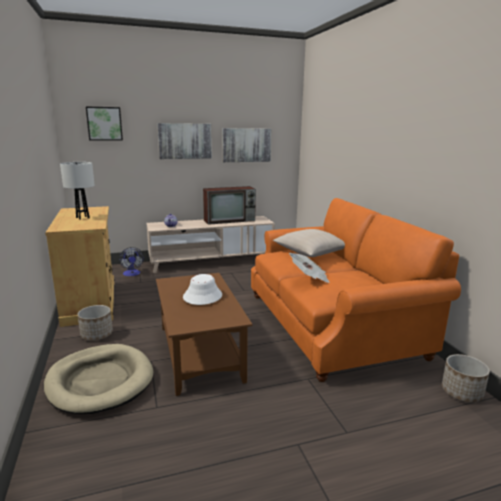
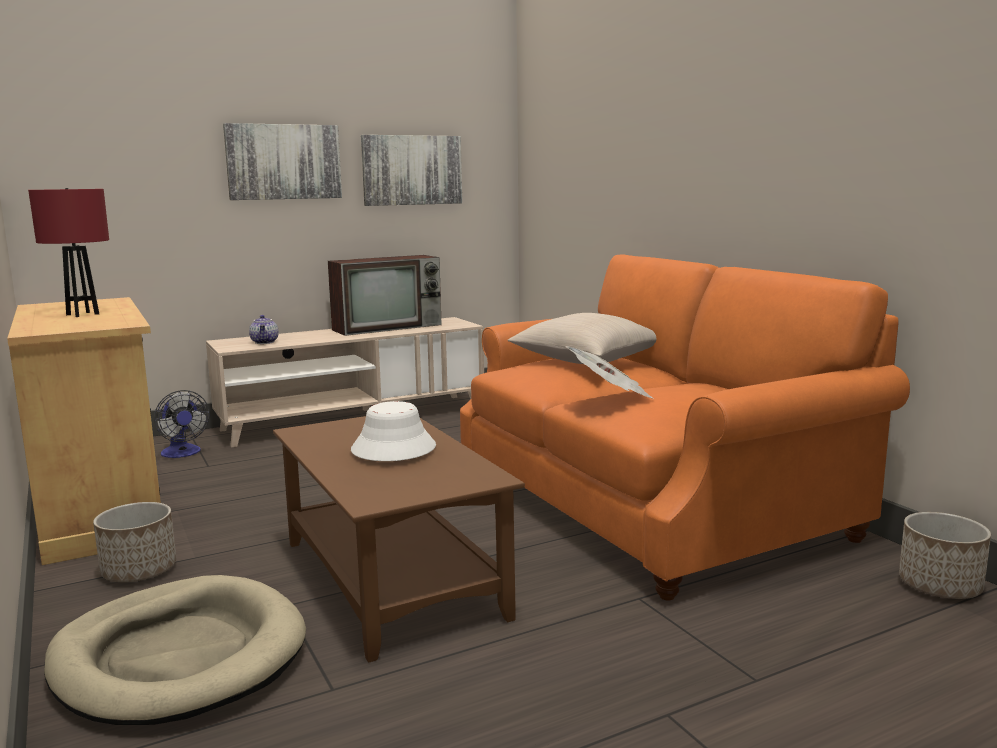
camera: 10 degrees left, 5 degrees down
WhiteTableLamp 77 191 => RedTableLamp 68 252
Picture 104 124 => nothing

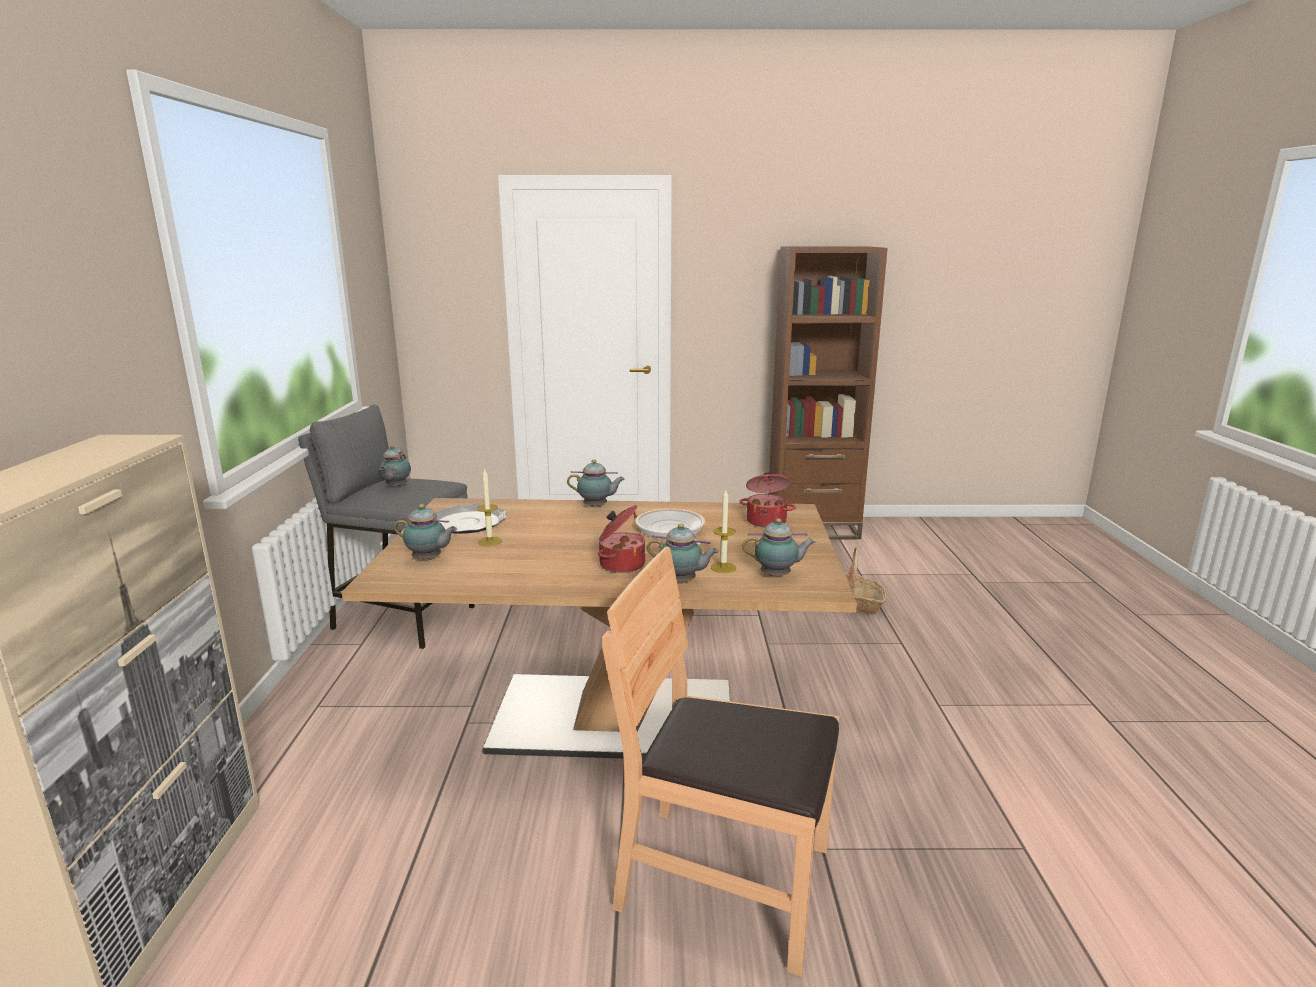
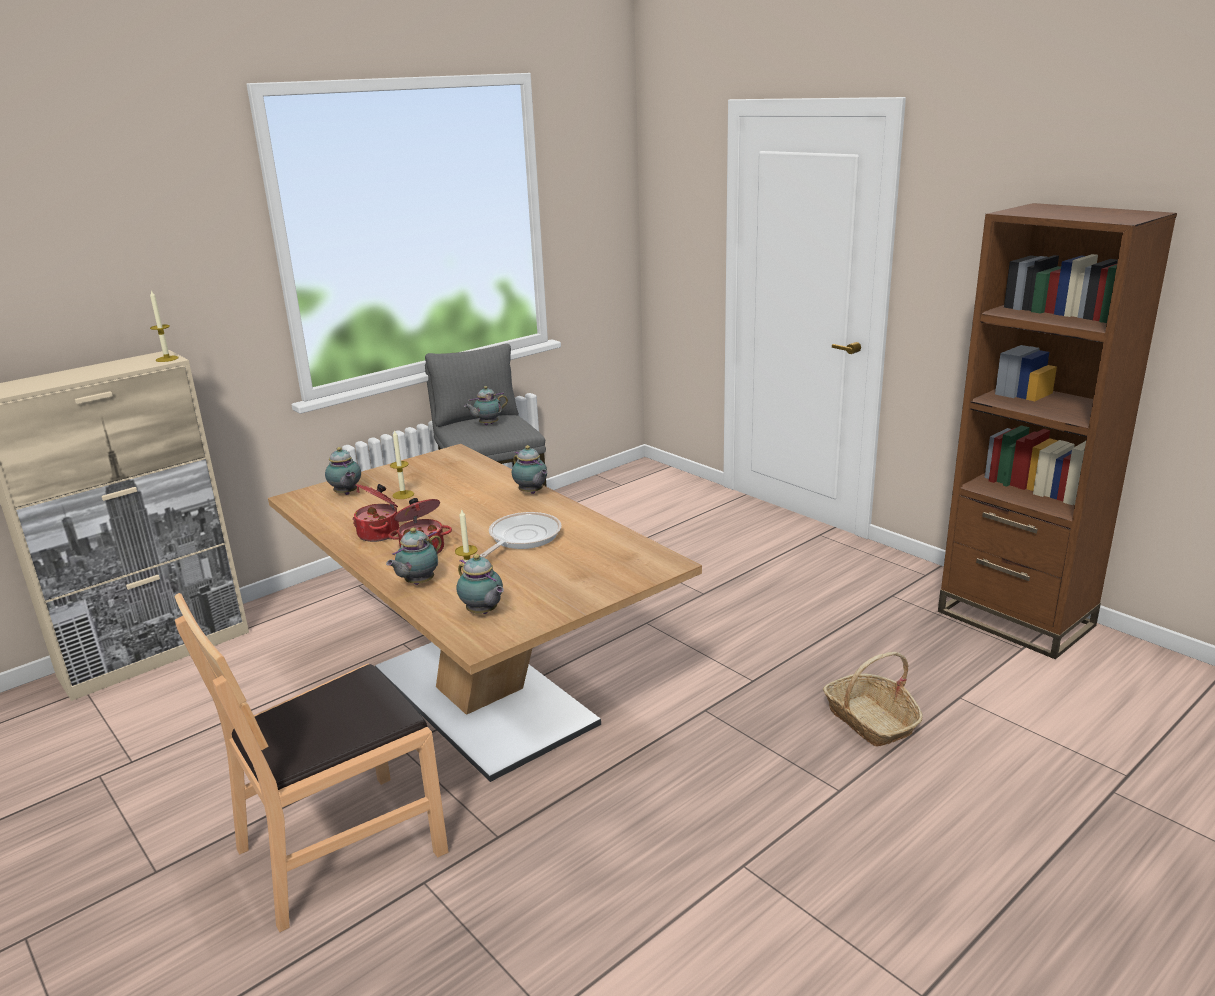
camera: 50 degrees right, 5 degrees up
Plate 471 519 => nothing
BrownChair 720 762 => BrownChair 312 762, 105 degrees counterclockwise
Teapot 683 553 => Teapot 414 556, 60 degrees clockwise
CookingPot 768 500 => CookingPot 375 513, move
nothing => Candle 164 326

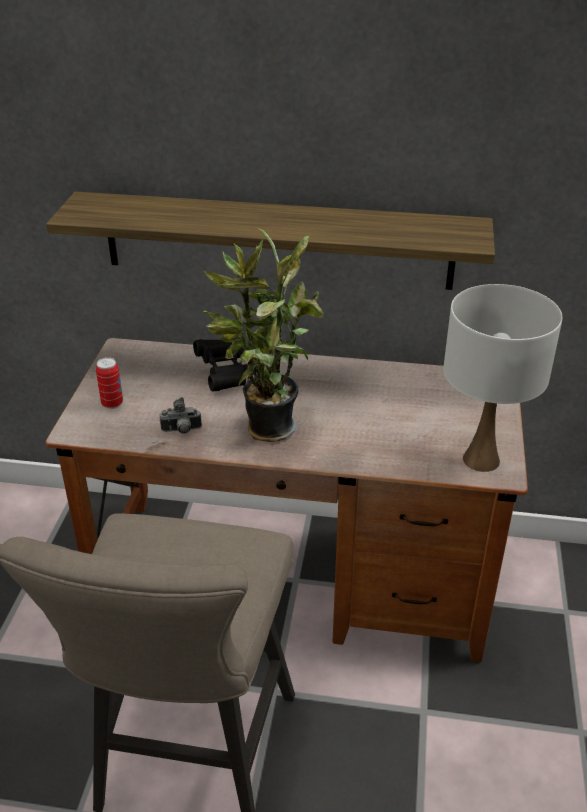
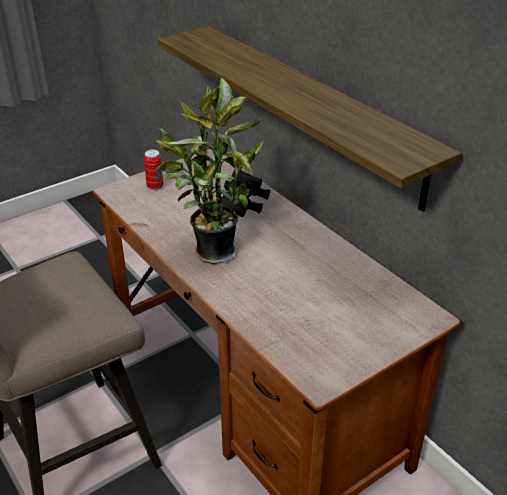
camera: 45 degrees right, 0 degrees up
PhotoCamera 180 415 => nothing
WhiteTableLamp 502 378 => nothing

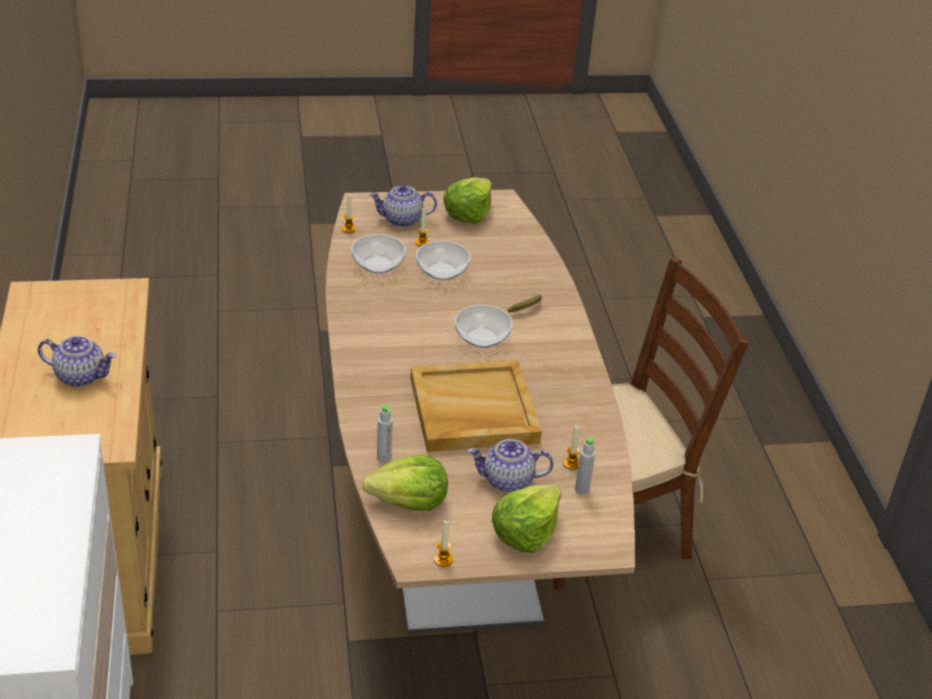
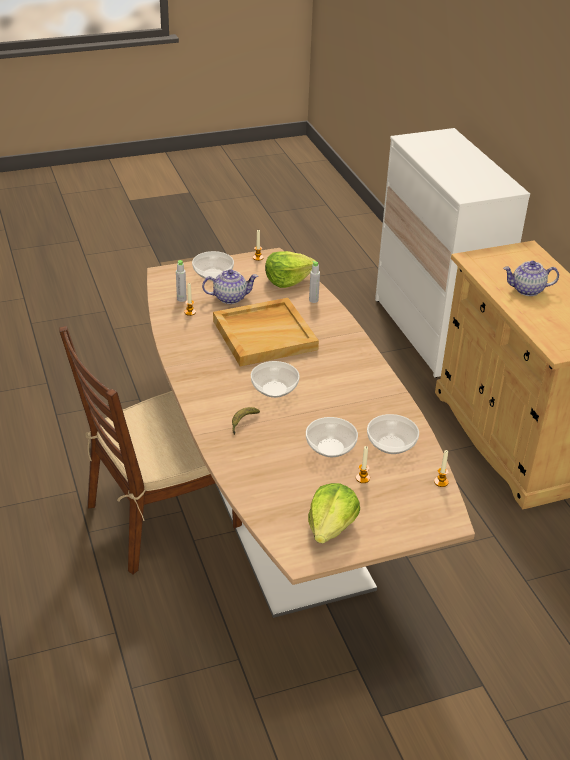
camera: 170 degrees right, 0 degrees up
Teapot 403 206 => nothing
Lettuce 526 519 => Bowl 213 266

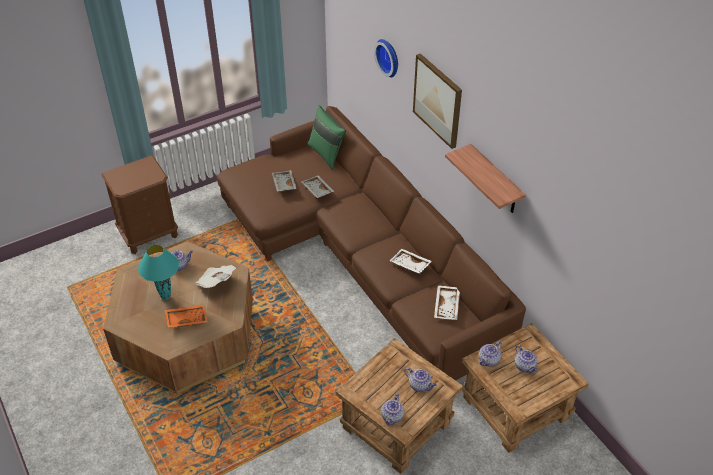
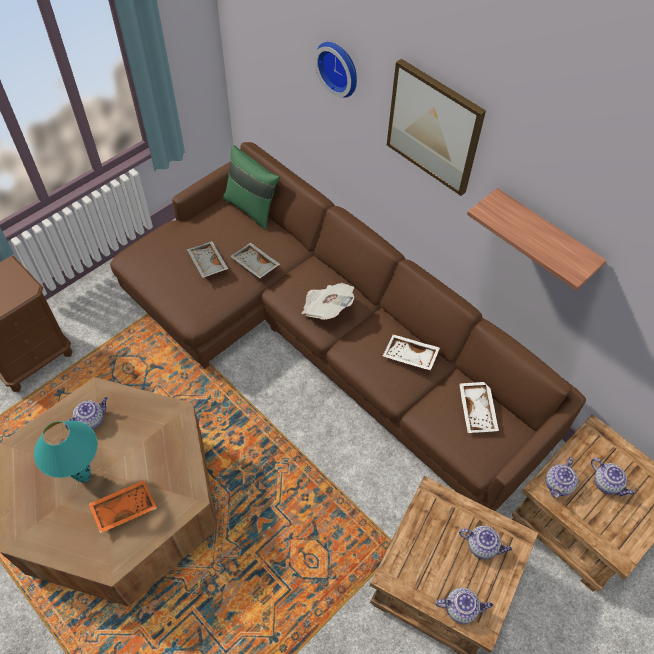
camera: 15 degrees left, 10 degrees up
Newspaper 215 276 => Newspaper 328 301, move
Teapot 392 409 => Teapot 464 606, 90 degrees counterclockwise

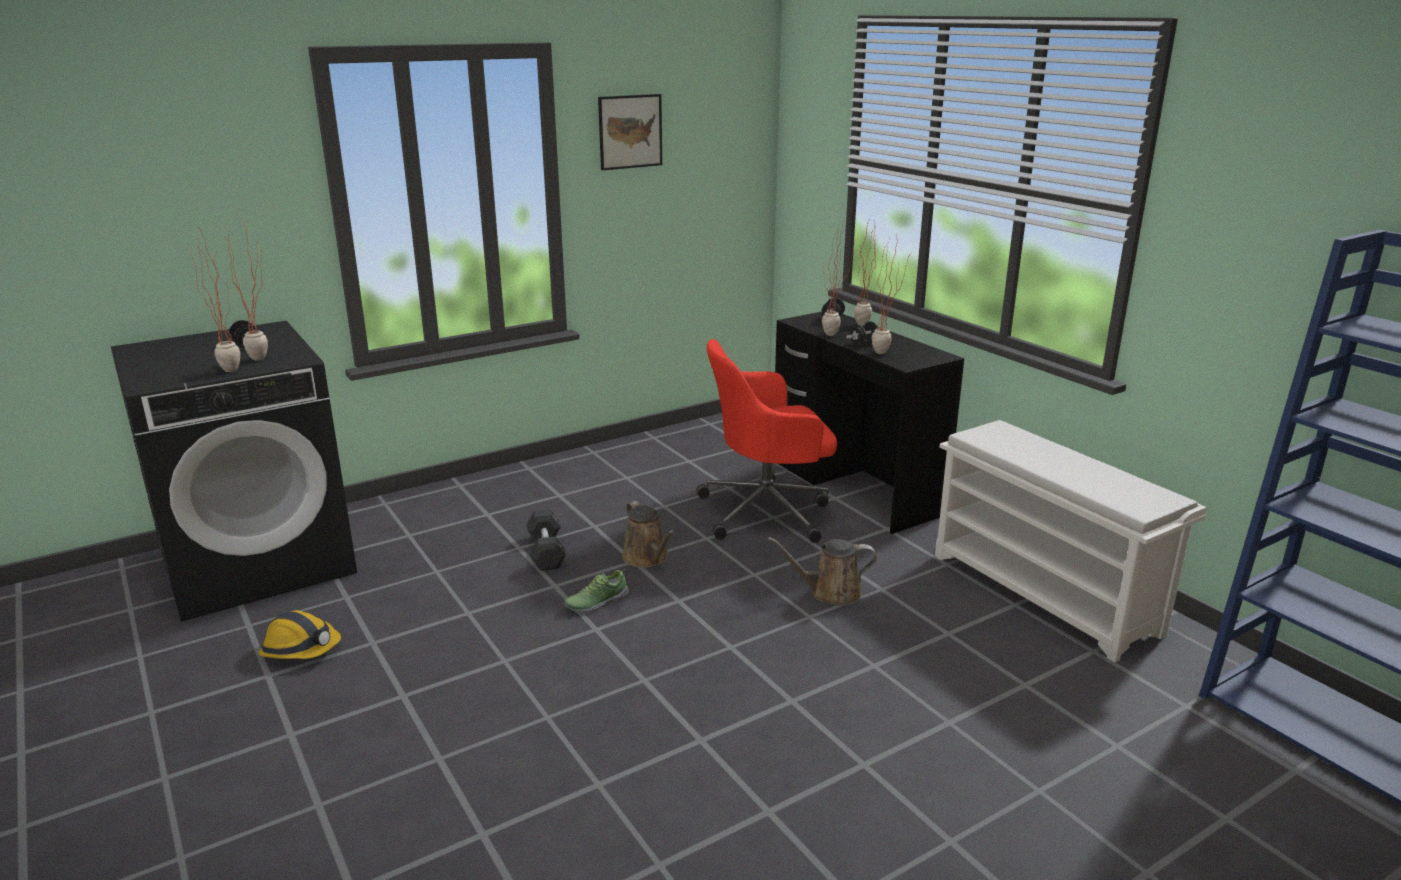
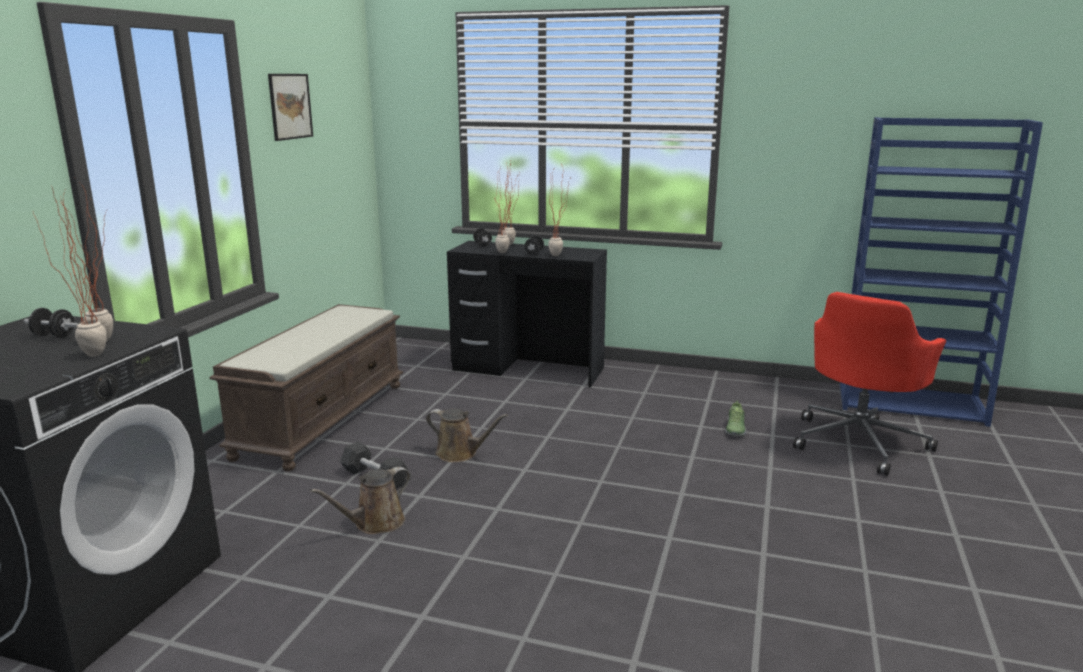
camera: 40 degrees left, 5 degrees down
HardHat 300 634 => nothing
Shoe 596 591 => Shoe 735 418, move
RedOfficeChair 767 441 => RedOfficeChair 869 384, move
BrownWateringCan 822 571 => BrownWateringCan 360 500, move
WhiteShoeRack 1071 541 => nothing
nothing => BrownBench 306 387

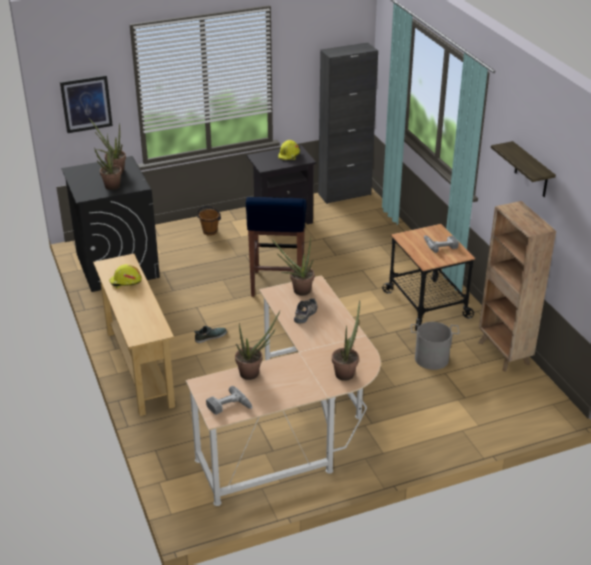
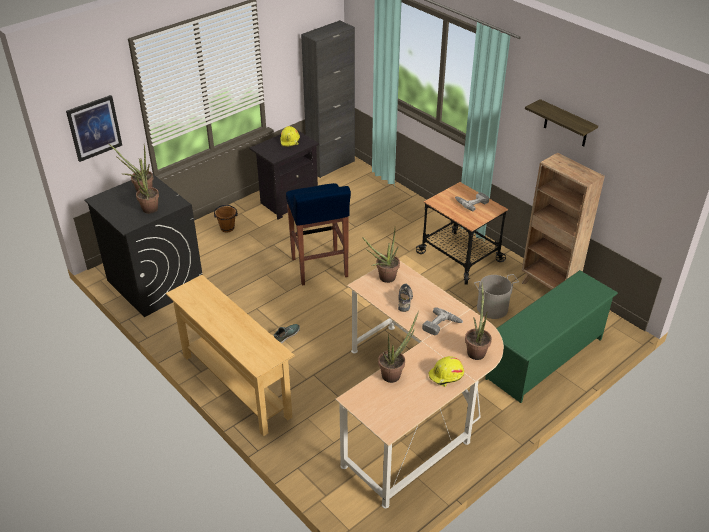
camera: 20 degrees left, 5 degrees up
YellowHardHat 125 276 => YellowHardHat 446 371, move
PowerDrill 229 400 => PowerDrill 442 321, move
nothing => GreenShoeRack 551 336

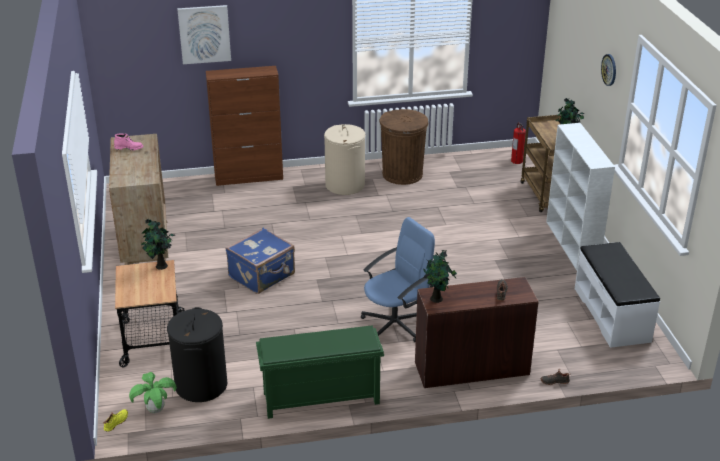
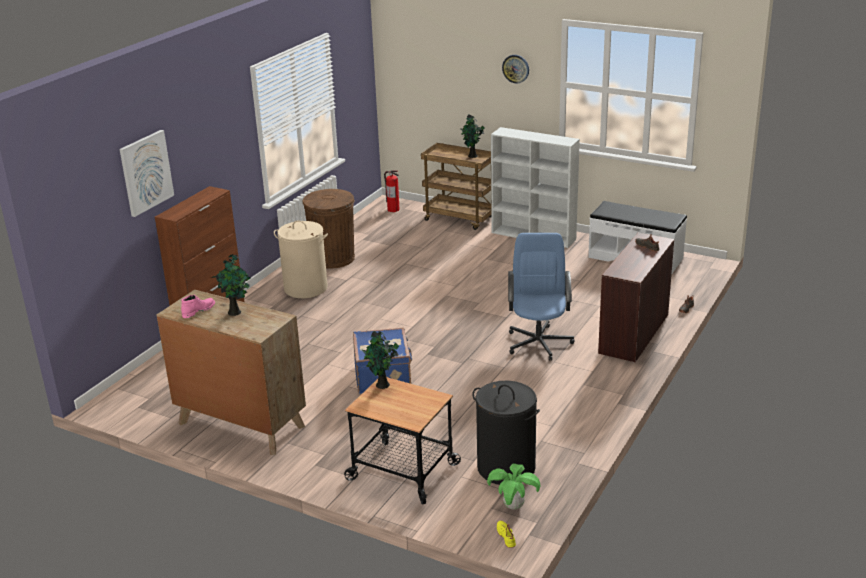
camera: 50 degrees left, 5 degrees down
GreenShoeRack 320 372 => nothing
PottedPlant 440 276 => PottedPlant 231 285, move

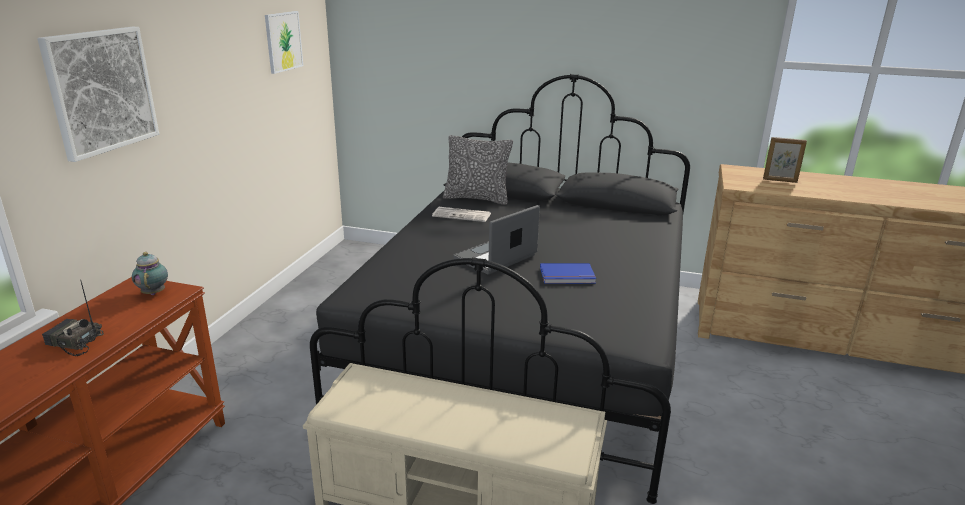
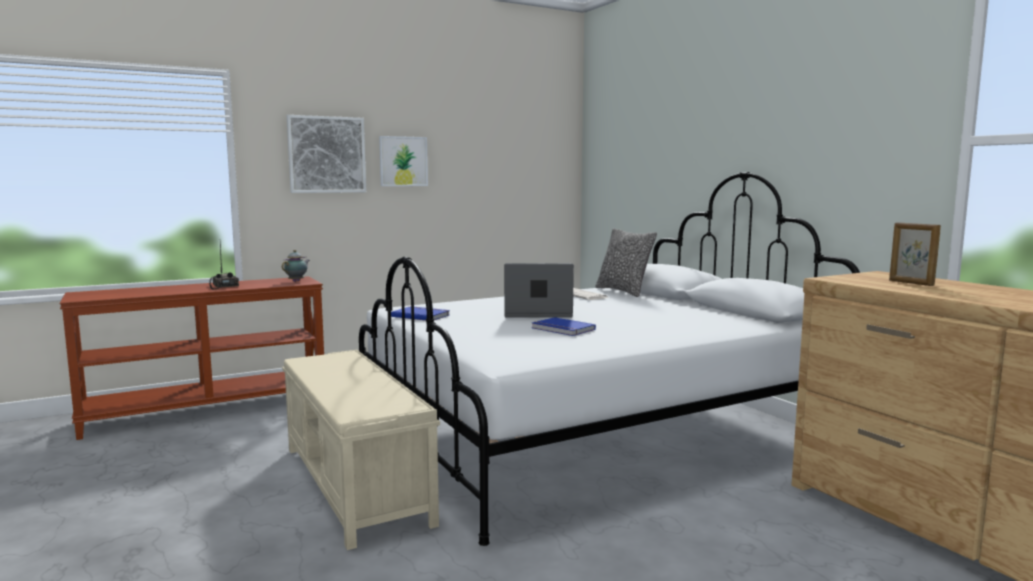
camera: 45 degrees right, 15 degrees down
Picture 284 42 => Picture 403 161, move
BlackBed 500 289 => WhiteBed 609 359
nothing => BlueBook 420 313

